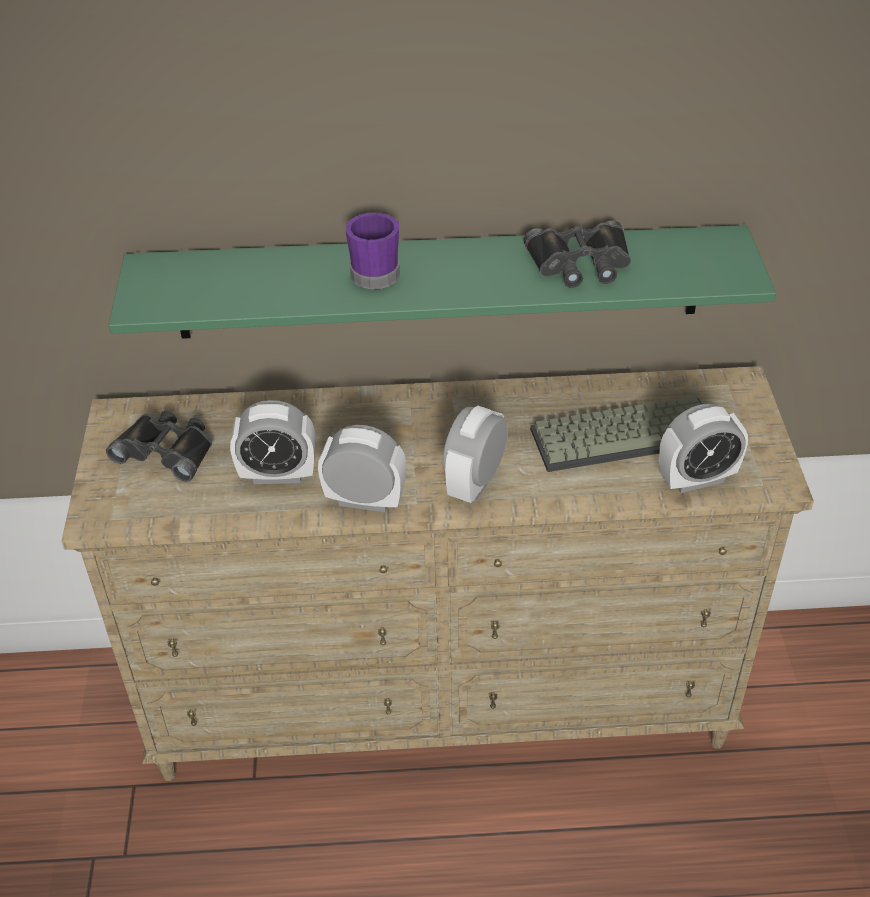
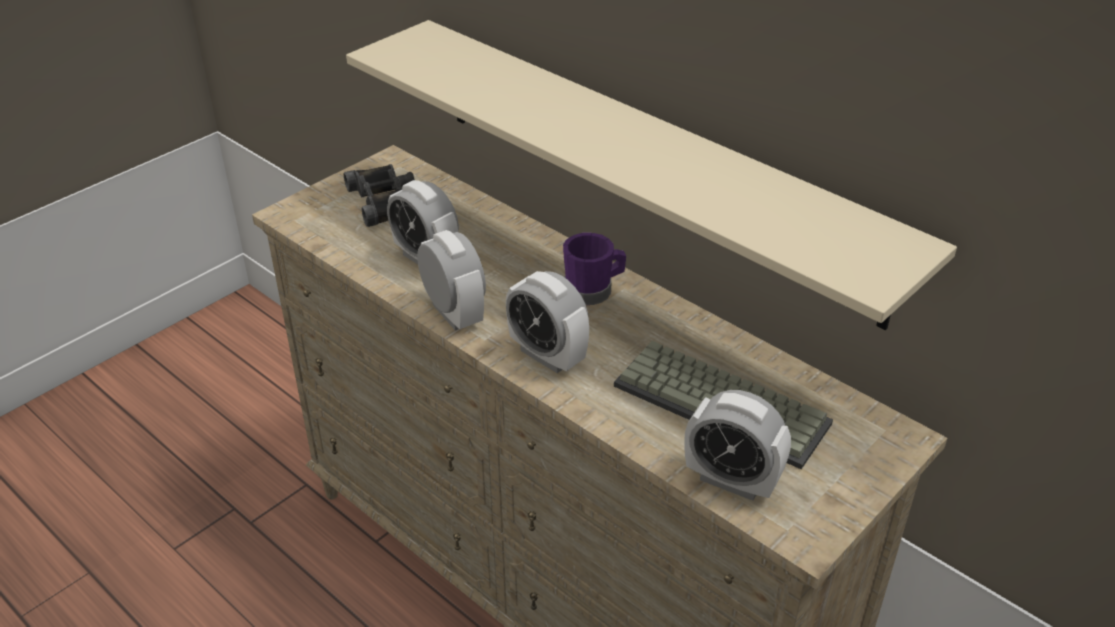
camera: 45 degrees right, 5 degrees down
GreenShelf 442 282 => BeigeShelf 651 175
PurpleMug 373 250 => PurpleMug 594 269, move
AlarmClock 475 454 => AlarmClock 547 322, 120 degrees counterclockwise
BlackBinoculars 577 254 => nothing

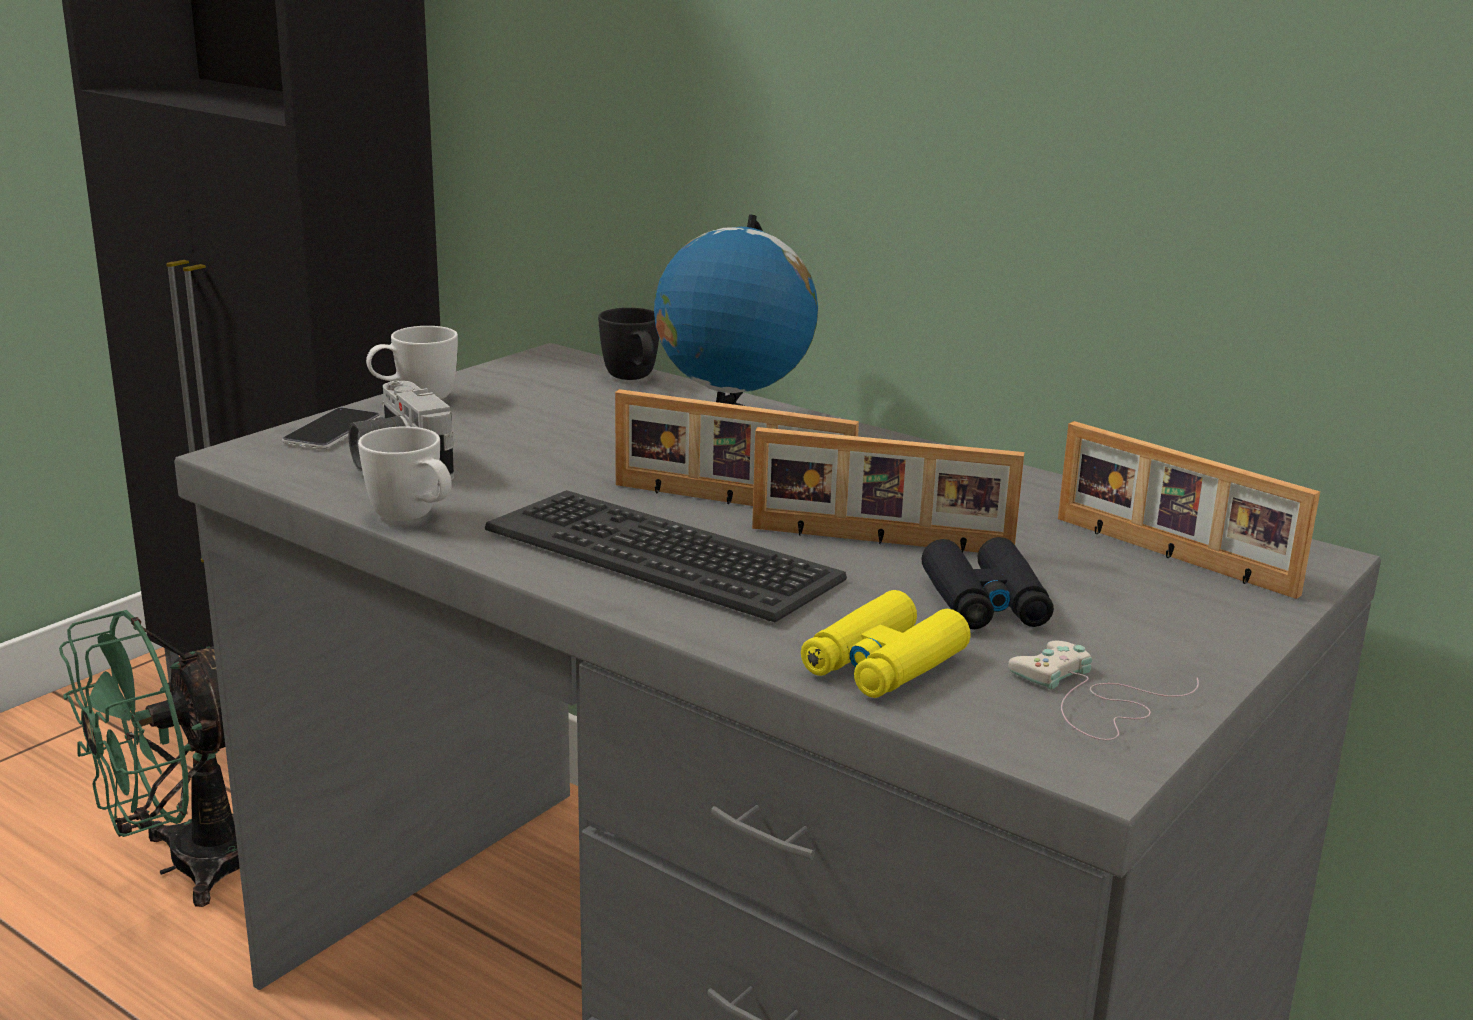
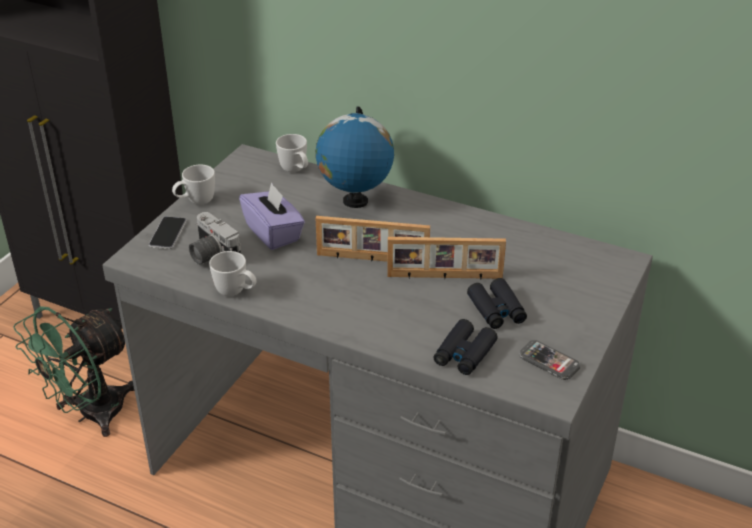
camera: 10 degrees left, 15 degrees up
Keyboard 666 556 => nothing
BlackMug 628 344 => WhiteMug 292 153
YellowBinoculars 886 644 => BlackBinoculars 466 347
WhiteGameController 1103 690 => Phone 549 360
PictureFrame 1189 510 => nothing
nothing => PurpleTissueBox 272 216

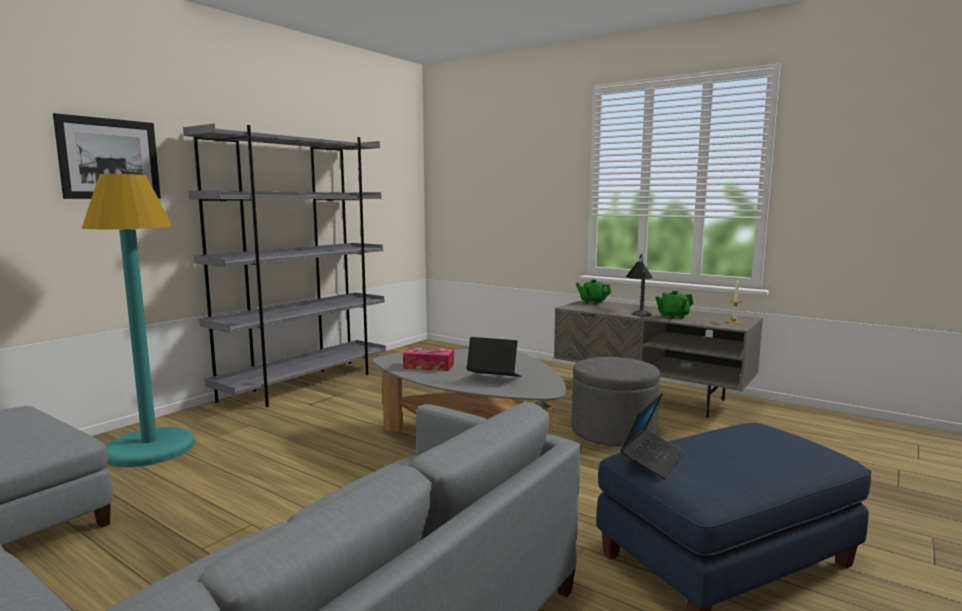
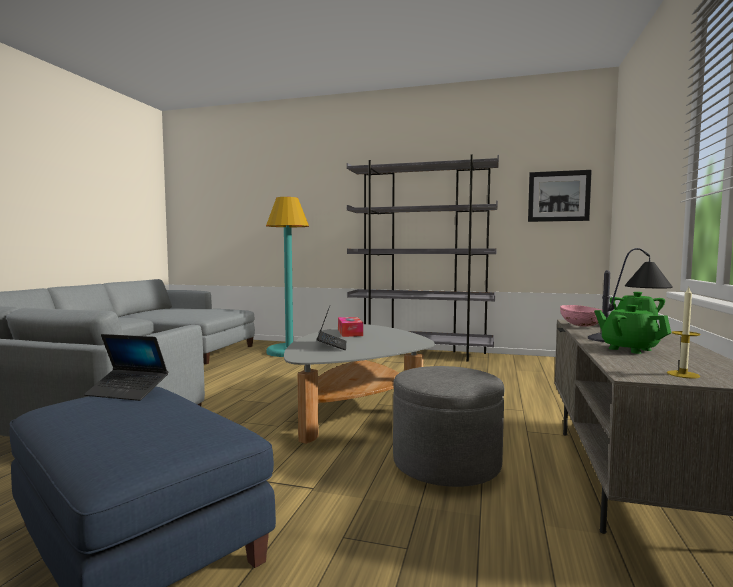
camera: 70 degrees right, 5 degrees down
Picture 107 156 => Picture 560 196, move
nothing => PinkBowl 581 316

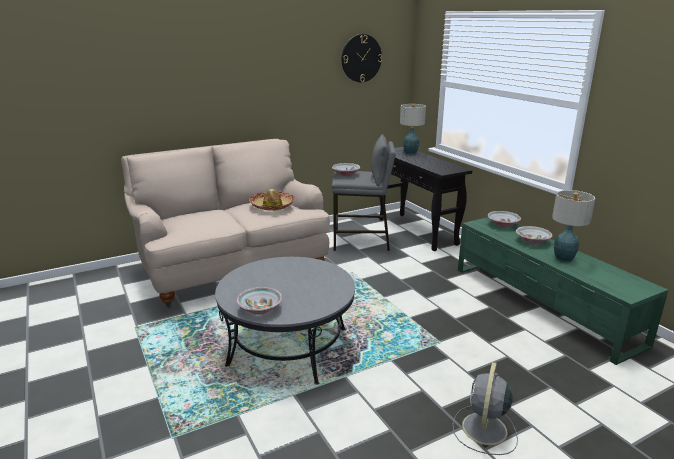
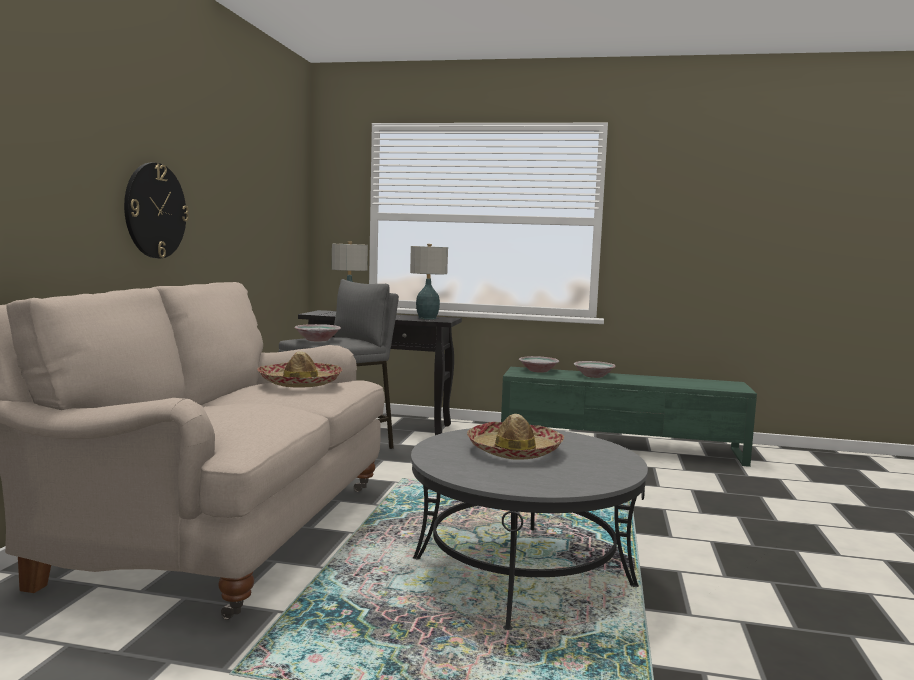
camera: 50 degrees left, 15 degrees down
Bowl 259 301 => nothing
WallClock 362 58 => WallClock 156 210, move
GreyFan 485 408 => nothing
TableLamp 573 226 => TableLamp 429 282, move
nothing => Hat 515 437

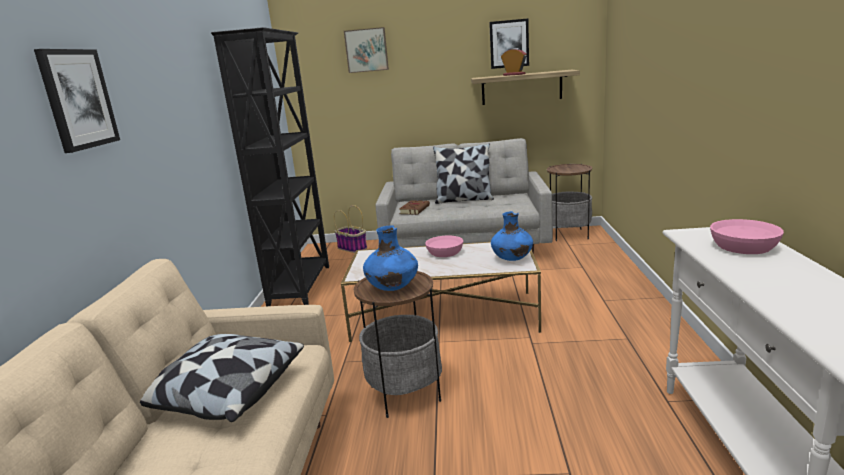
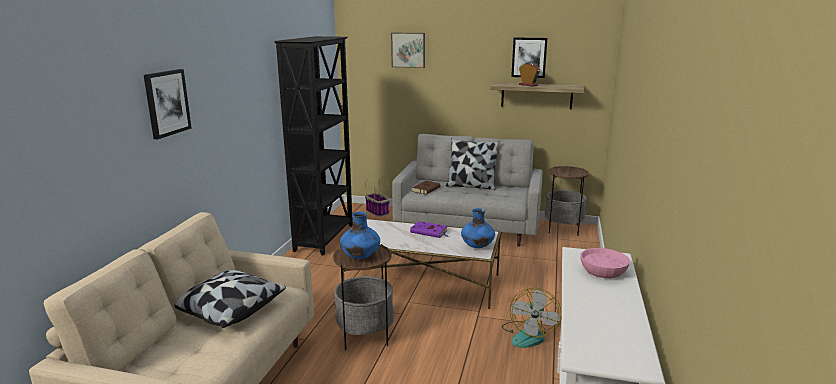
camera: 10 degrees right, 0 degrees up
PinkBowl 444 246 => PurpleBook 429 229
nothing => Fan 532 318

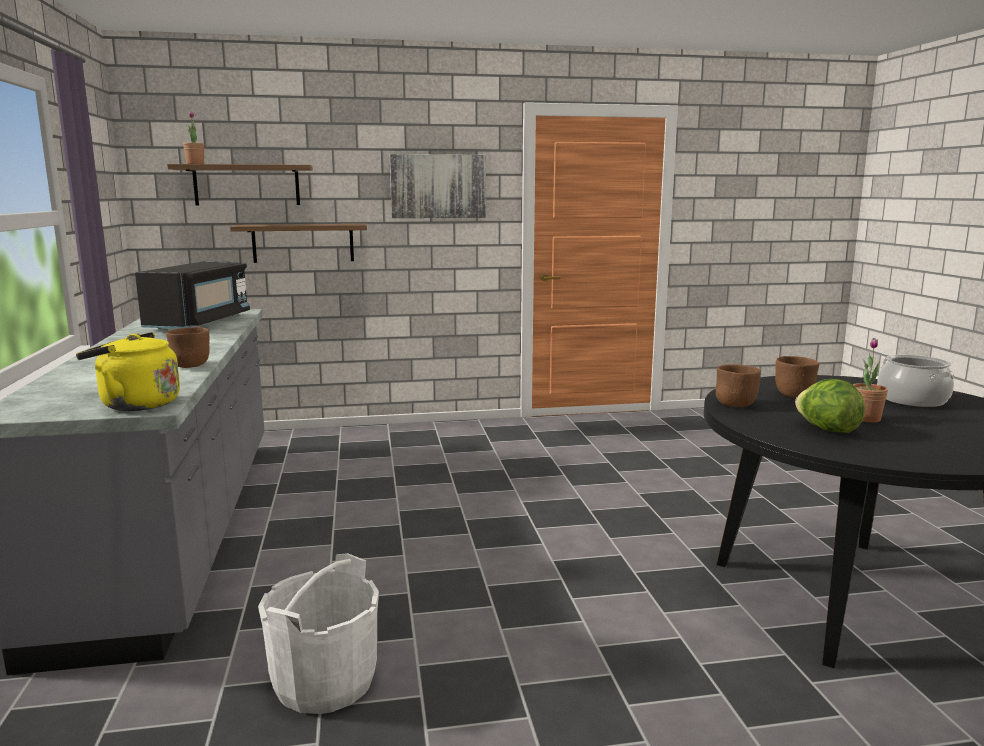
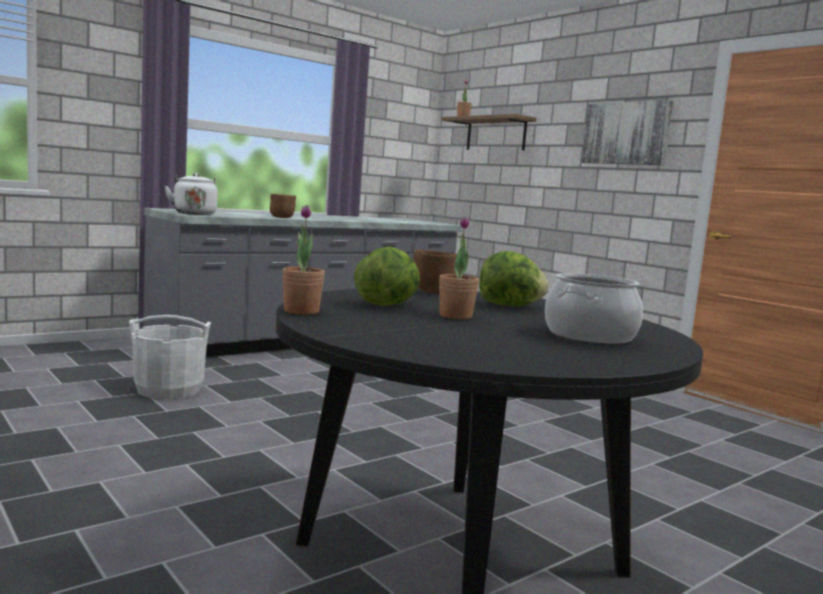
camera: 60 degrees right, 5 degrees down
YellowKettle 128 371 => WhiteKettle 191 194
BlackMicrowave 192 295 => nothing
Shelf 298 243 => nothing
BrownBowl 797 377 => Lettuce 514 278
nothing => PottedPlant 303 259

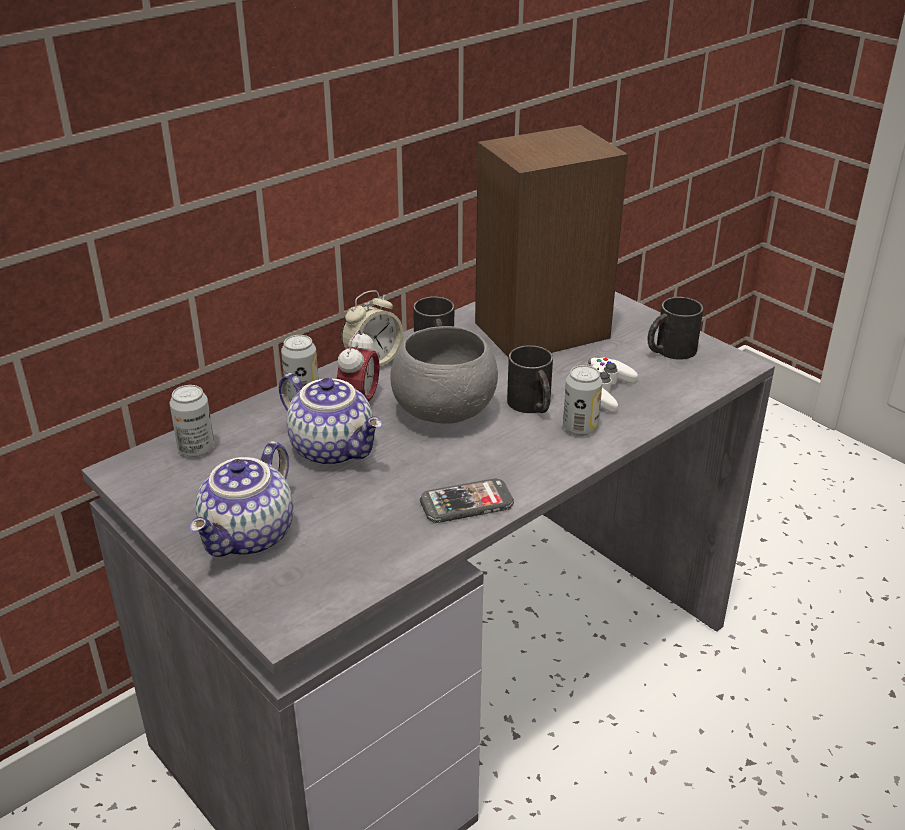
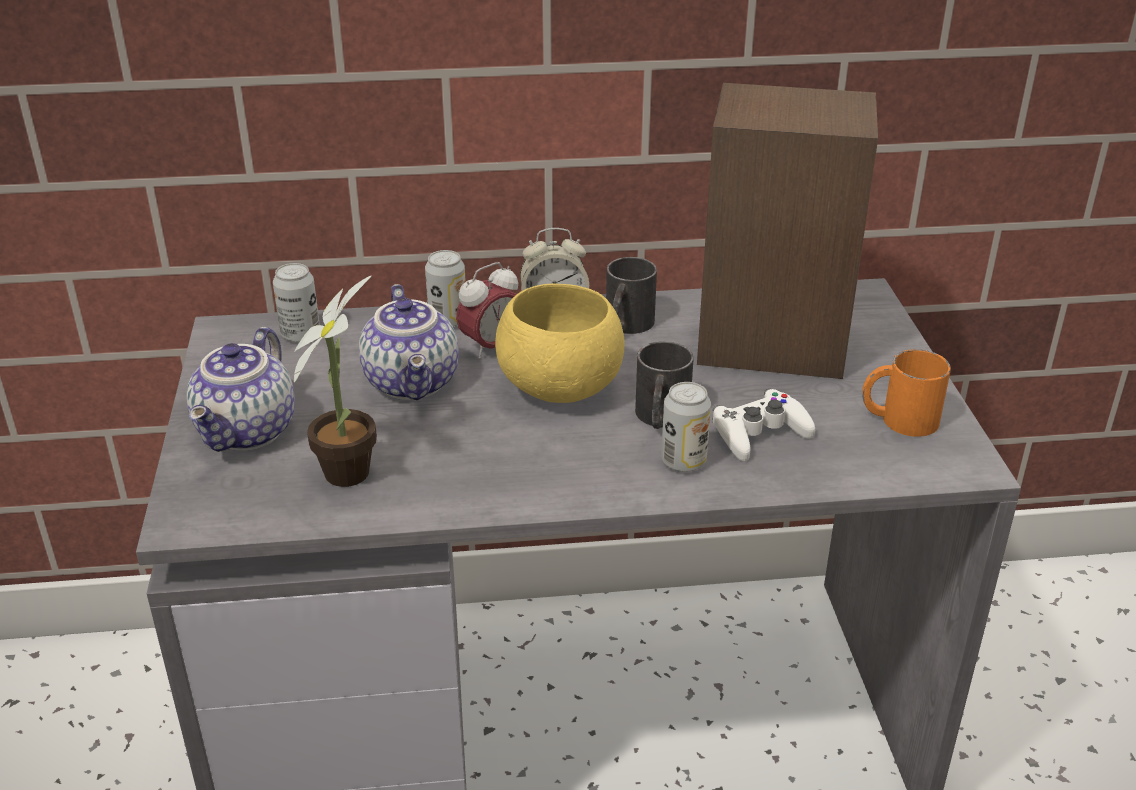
camera: 35 degrees right, 0 degrees up
Teapot 241 499 => Teapot 240 389, 45 degrees counterclockwise
GreyBowl 444 375 => YellowBowl 560 343
Phone 467 500 => nothing
BlackMug 675 328 => OrangeMug 906 393
nothing => PottedPlant 335 381

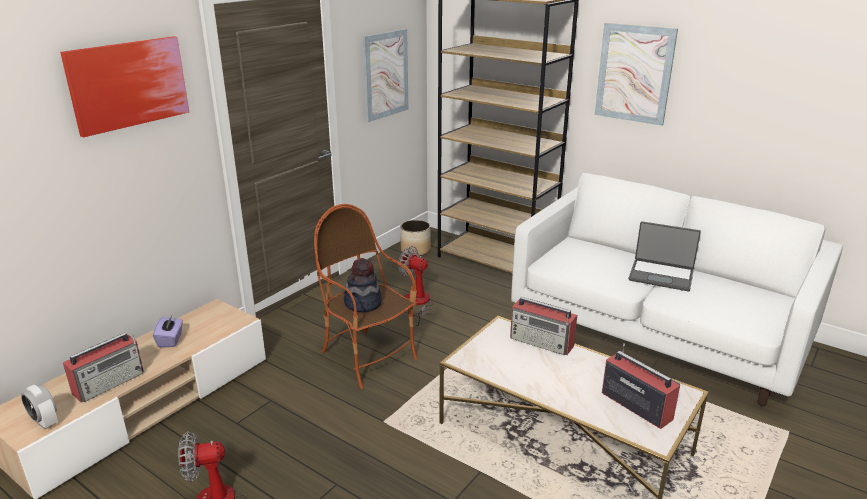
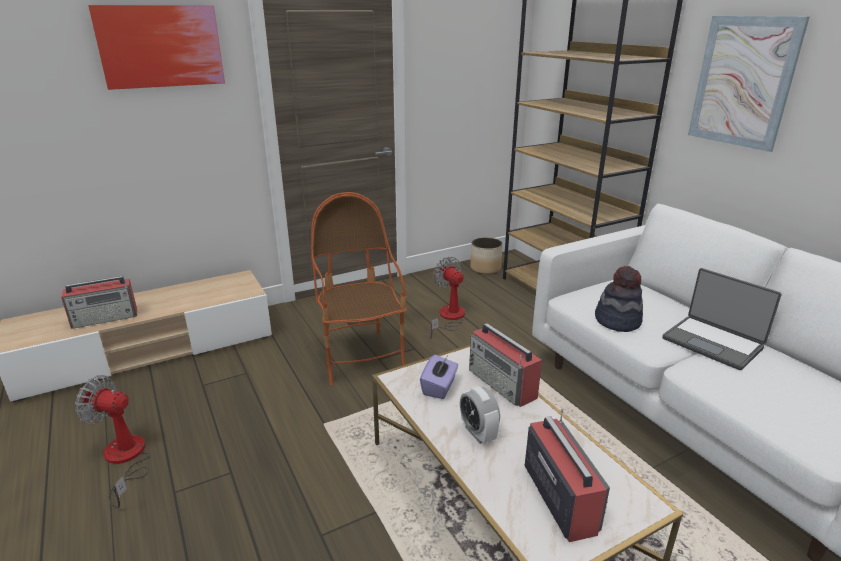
camera: 25 degrees right, 0 degrees up
AlarmClock 39 407 => AlarmClock 480 415, move
PurpleTissueBox 168 331 => PurpleTissueBox 439 377, move
Hat 363 285 => Hat 619 299, move
Picture 385 75 => nothing

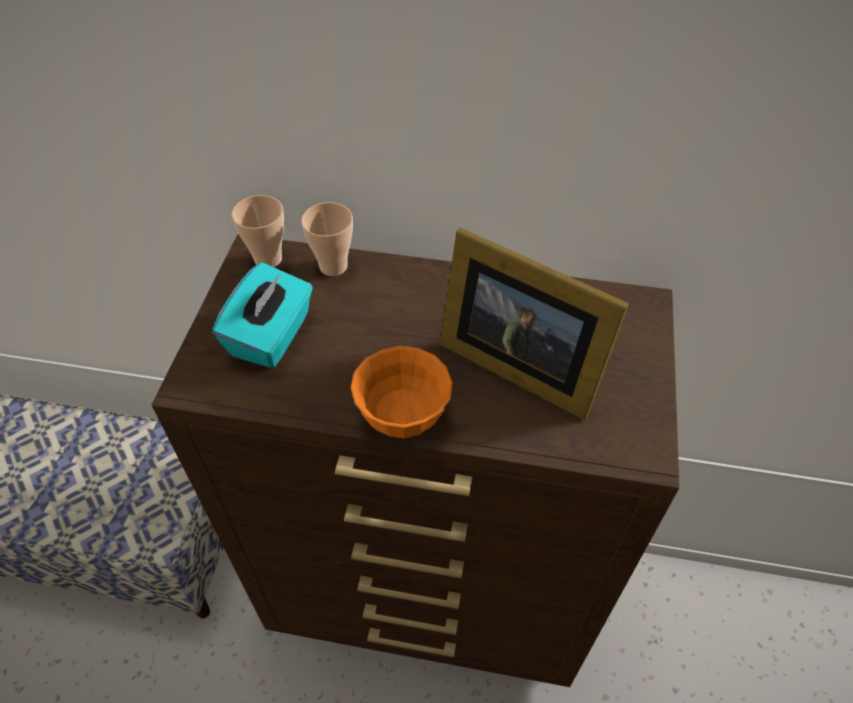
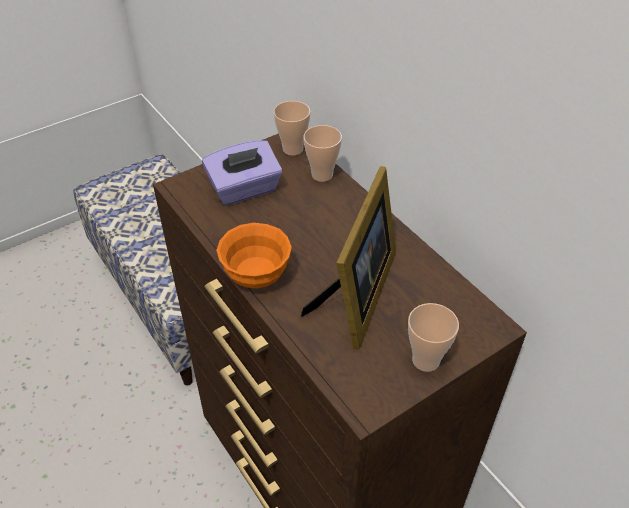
camera: 45 degrees right, 5 degrees down
TurquoiseTissueBox 262 315 => PurpleTissueBox 242 172
PictureFrame 534 323 => PictureFrame 348 258, 150 degrees counterclockwise
nothing => Cup 433 337

